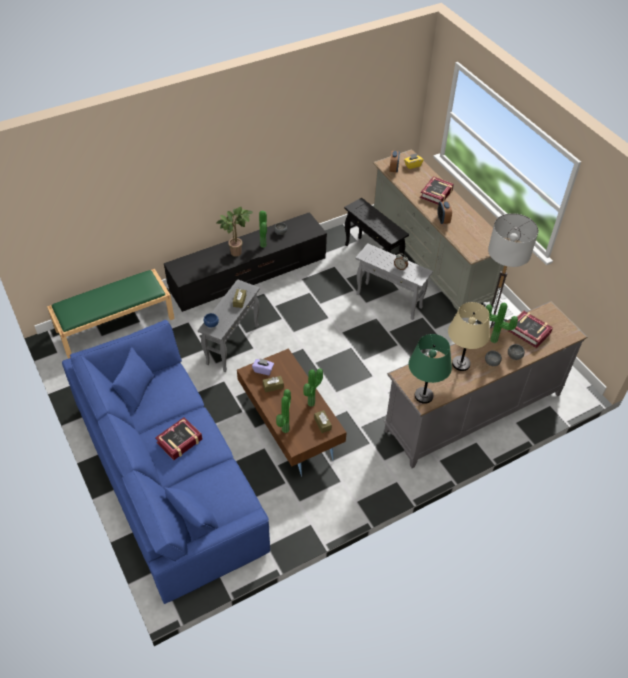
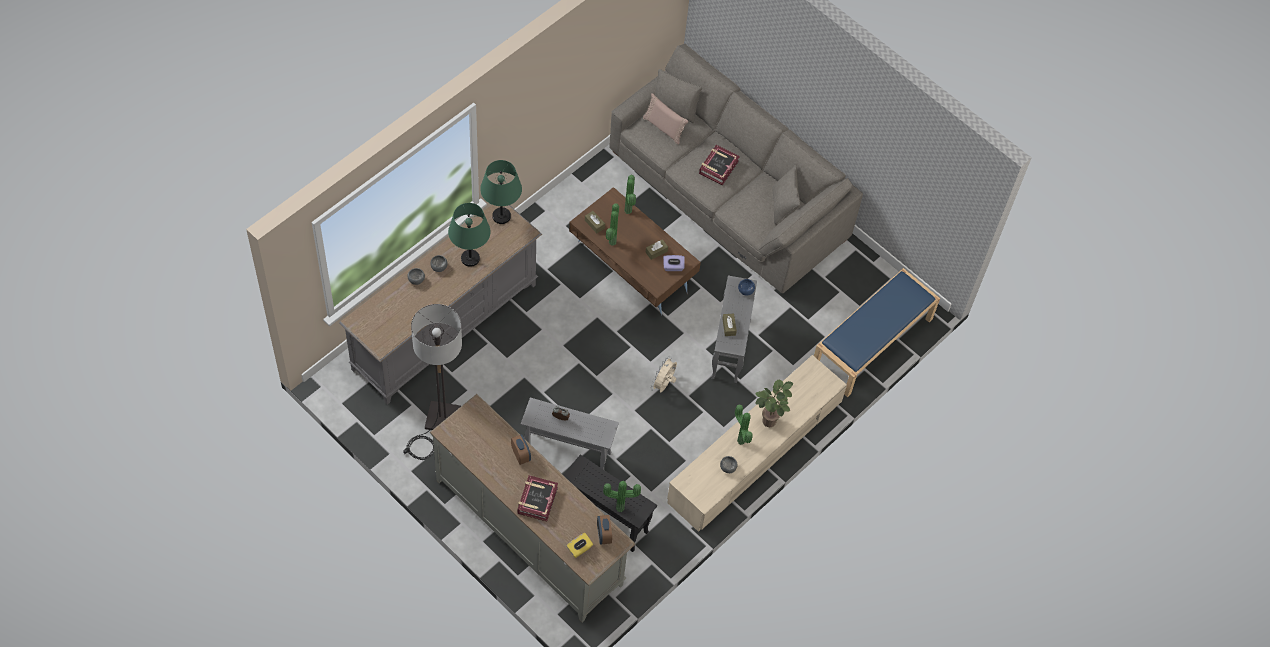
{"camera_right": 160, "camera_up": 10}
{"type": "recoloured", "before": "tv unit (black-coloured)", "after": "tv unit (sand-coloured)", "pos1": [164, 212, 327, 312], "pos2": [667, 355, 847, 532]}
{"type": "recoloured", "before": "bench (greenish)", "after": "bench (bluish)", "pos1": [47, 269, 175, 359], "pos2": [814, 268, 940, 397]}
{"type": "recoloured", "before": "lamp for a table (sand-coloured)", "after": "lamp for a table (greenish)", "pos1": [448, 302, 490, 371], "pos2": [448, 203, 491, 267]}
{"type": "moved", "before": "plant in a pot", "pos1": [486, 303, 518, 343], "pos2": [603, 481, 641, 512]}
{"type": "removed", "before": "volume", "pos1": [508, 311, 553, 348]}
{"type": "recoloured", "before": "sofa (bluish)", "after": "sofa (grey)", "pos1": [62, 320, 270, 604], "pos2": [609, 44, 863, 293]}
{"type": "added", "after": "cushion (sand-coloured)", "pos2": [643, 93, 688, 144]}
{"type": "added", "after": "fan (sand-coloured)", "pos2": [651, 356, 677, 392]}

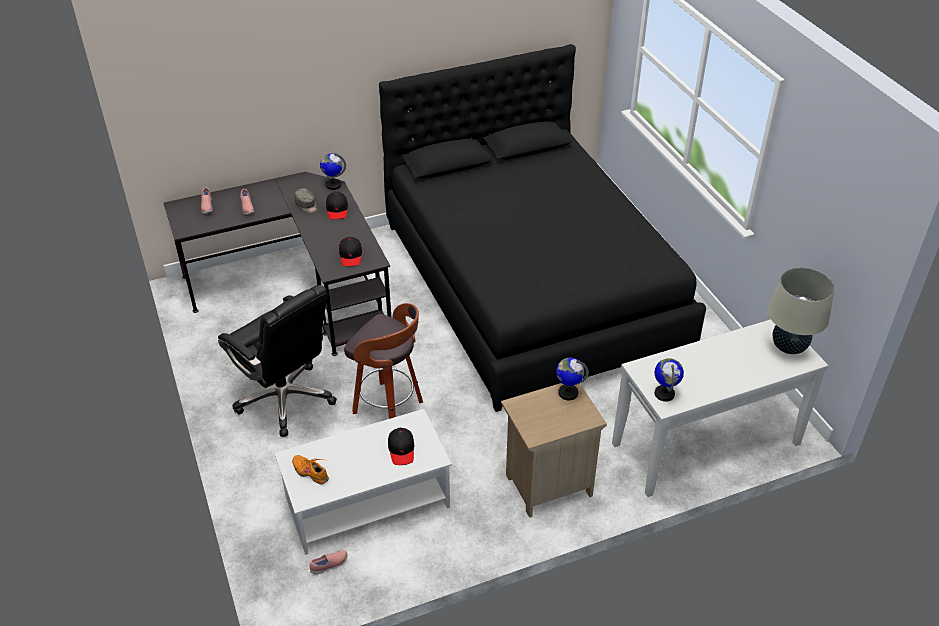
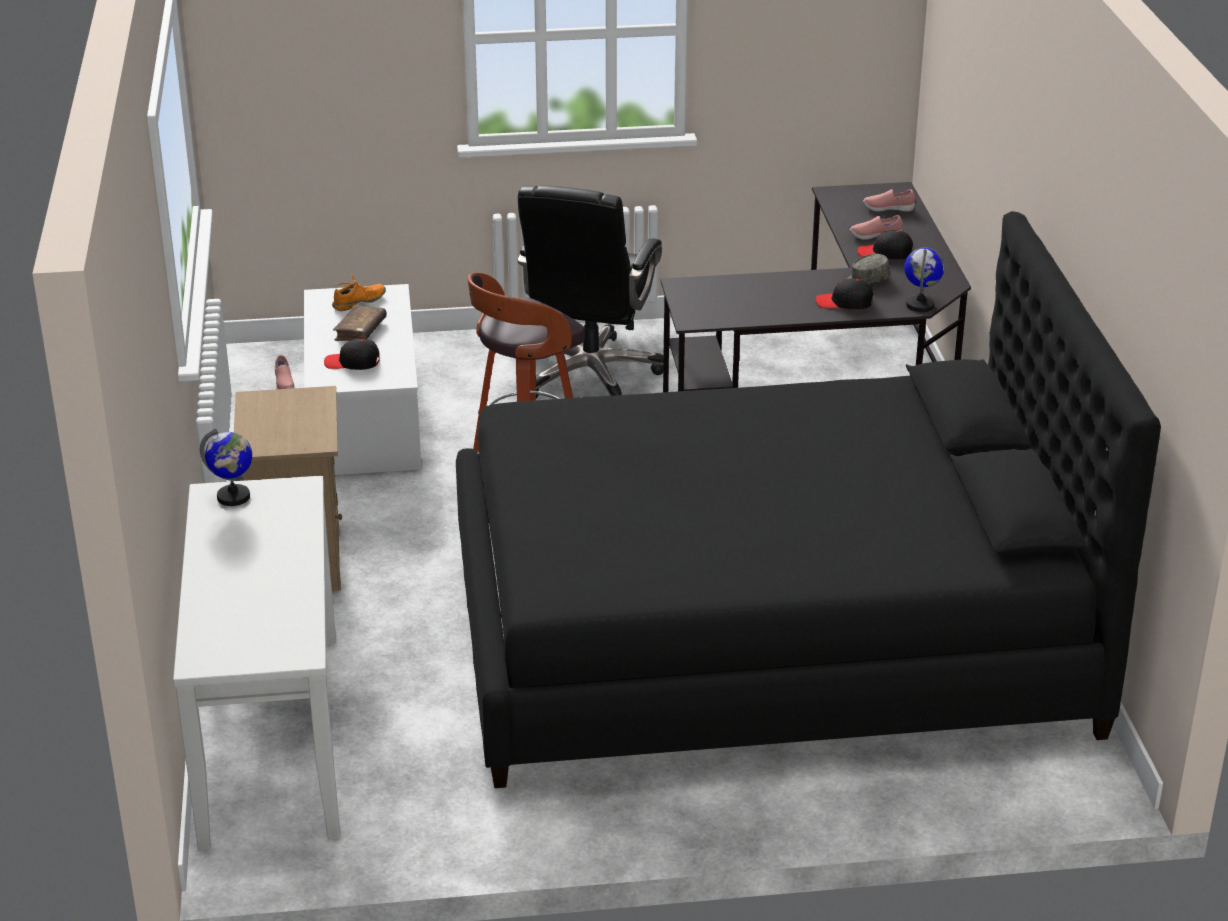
{"camera_right": 105, "camera_up": -10}
{"type": "moved", "before": "peaked cap (black-coloured)", "pos1": [339, 237, 362, 266], "pos2": [858, 230, 913, 260]}
{"type": "removed", "before": "lamp for a table (sand-coloured)", "pos1": [768, 267, 835, 354]}
{"type": "turned", "before": "computer chair (black-coloured)", "pos1": [218, 285, 337, 437], "pos2": [518, 185, 664, 399], "turn": -45}
{"type": "removed", "before": "desk globe", "pos1": [556, 358, 589, 400]}
{"type": "added", "after": "volume (brownish)", "pos2": [333, 305, 387, 341]}

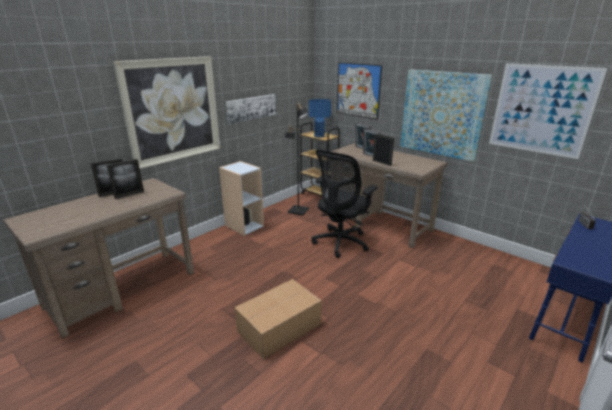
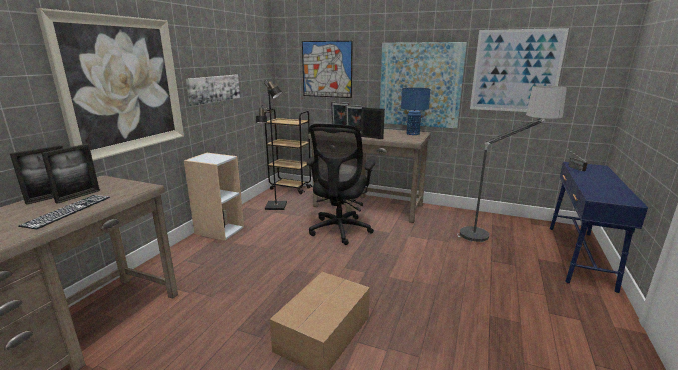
{"camera_right": -20, "camera_up": -5}
{"type": "moved", "before": "lamp for a table (bluish)", "pos1": [309, 98, 331, 137], "pos2": [401, 87, 430, 135]}
{"type": "added", "after": "floor lamp", "pos2": [457, 86, 567, 242]}
{"type": "added", "after": "PC keyboard", "pos2": [18, 195, 110, 229]}

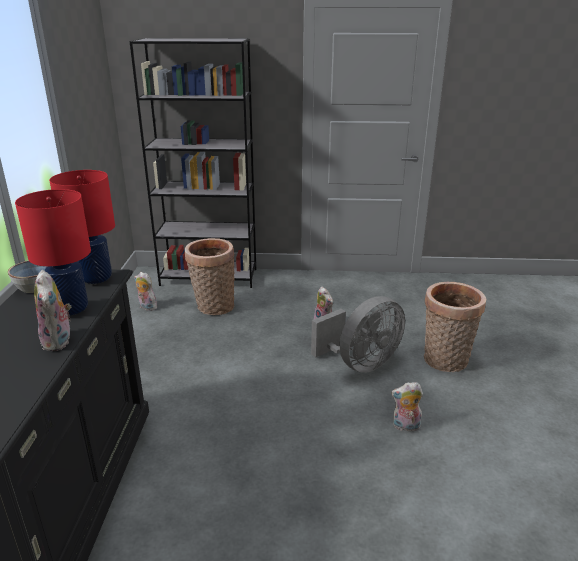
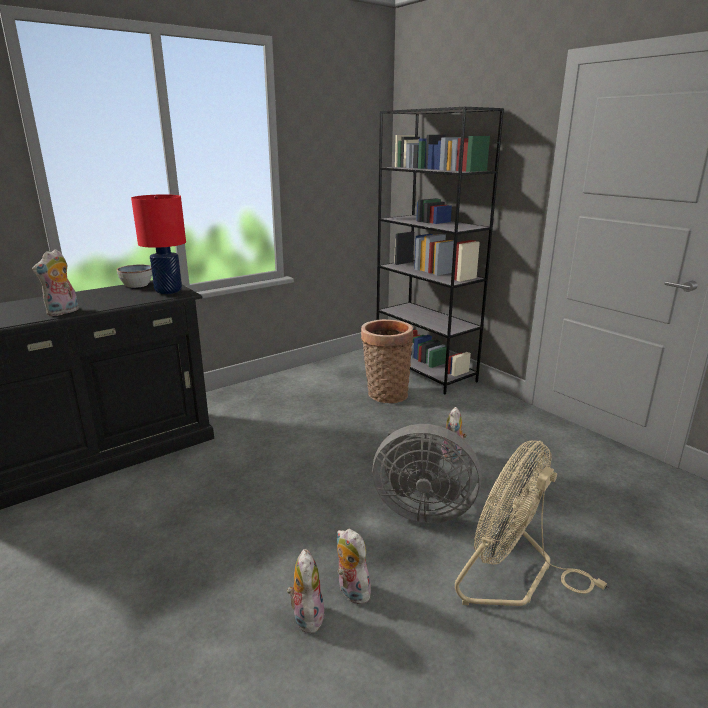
{"camera_right": 50, "camera_up": -5}
{"type": "removed", "before": "lamp for a table (reddish)", "pos1": [15, 189, 91, 316]}
{"type": "moved", "before": "cuddly toy", "pos1": [135, 272, 157, 311], "pos2": [287, 549, 325, 633]}
{"type": "replaced", "before": "household basket", "after": "fan (sand-coloured)", "pos1": [424, 282, 486, 372], "pos2": [455, 441, 609, 606]}

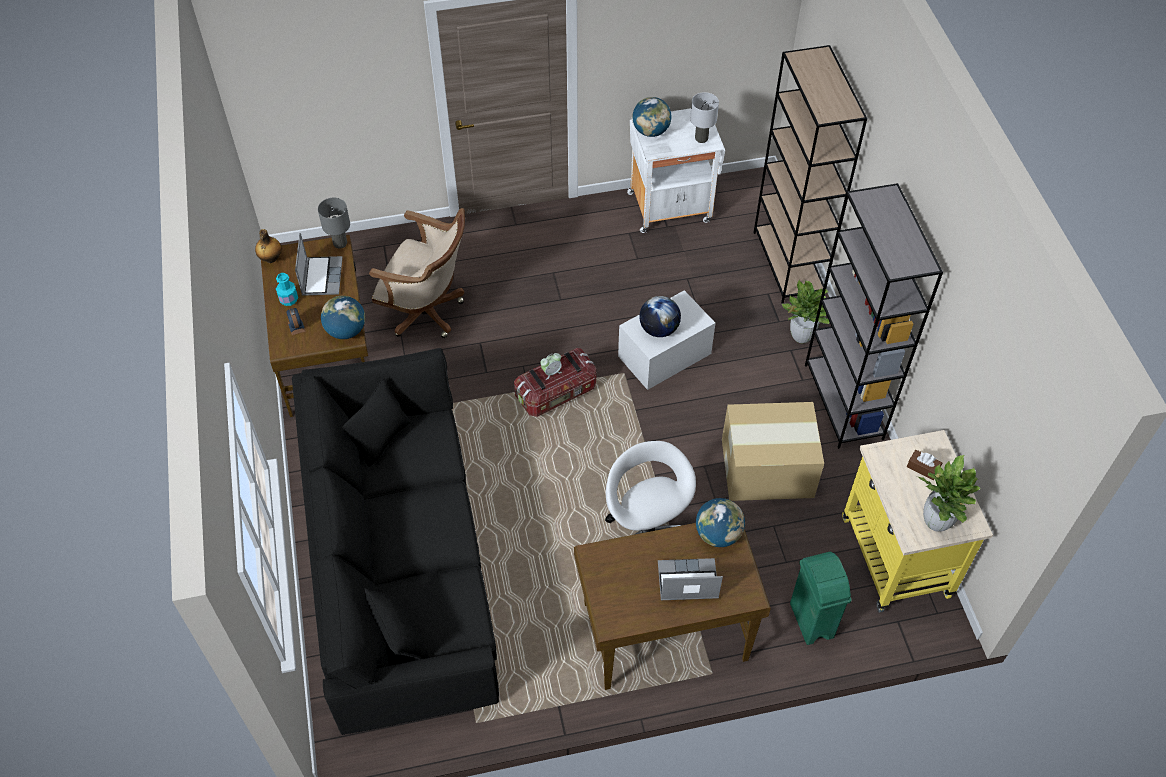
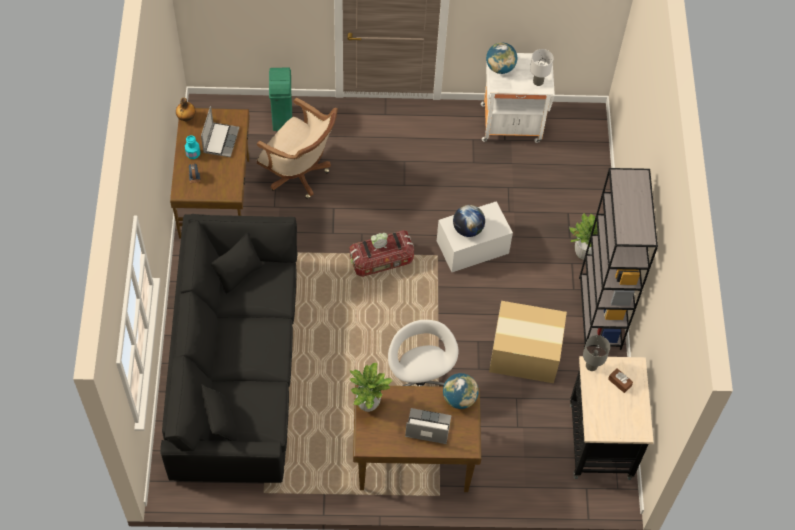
{"camera_right": 10, "camera_up": 5}
{"type": "removed", "before": "bookshelf (sand-coloured)", "pos1": [753, 45, 867, 303]}
{"type": "moved", "before": "lamp for a table (grey)", "pos1": [318, 198, 350, 249], "pos2": [583, 335, 610, 371]}
{"type": "removed", "before": "desk globe", "pos1": [321, 296, 365, 339]}
{"type": "recoloured", "before": "wheeled cart (yellow)", "after": "wheeled cart (black-coloured)", "pos1": [842, 430, 993, 613], "pos2": [570, 356, 653, 480]}
{"type": "moved", "before": "plant in a pot", "pos1": [918, 455, 981, 532], "pos2": [350, 363, 393, 412]}
{"type": "moved", "before": "waste bin (greenish)", "pos1": [790, 552, 852, 645], "pos2": [269, 67, 292, 131]}

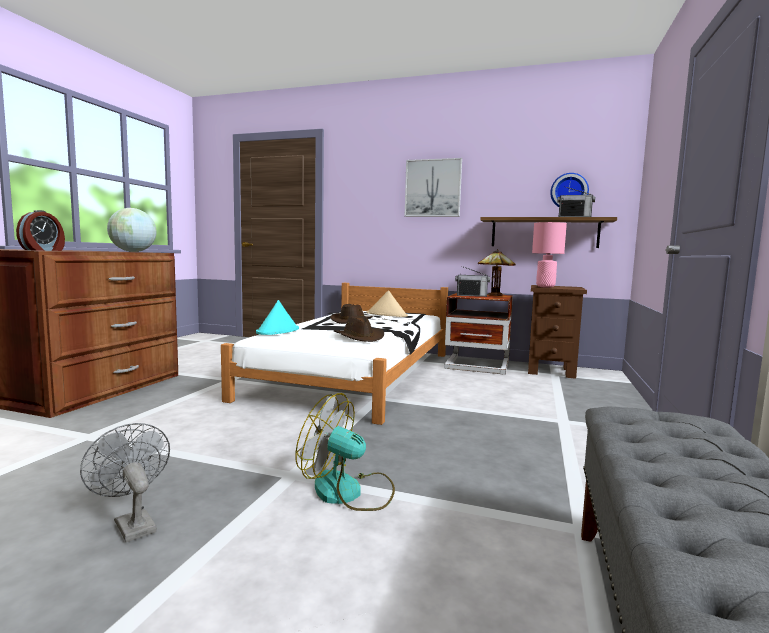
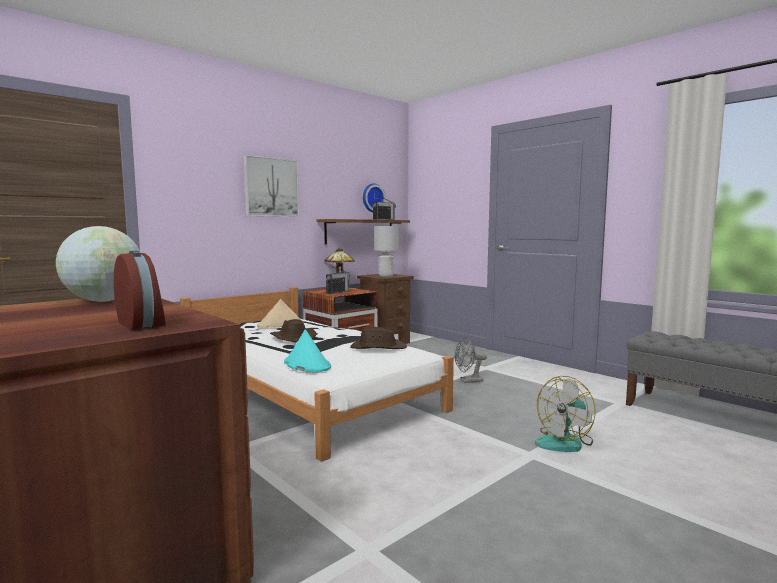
{"camera_right": -60, "camera_up": 0}
{"type": "recoloured", "before": "lamp for a table (pinkish)", "after": "lamp for a table (grey)", "pos1": [532, 222, 567, 288], "pos2": [374, 225, 399, 277]}
{"type": "moved", "before": "fan (grey)", "pos1": [80, 423, 170, 542], "pos2": [455, 337, 487, 383]}

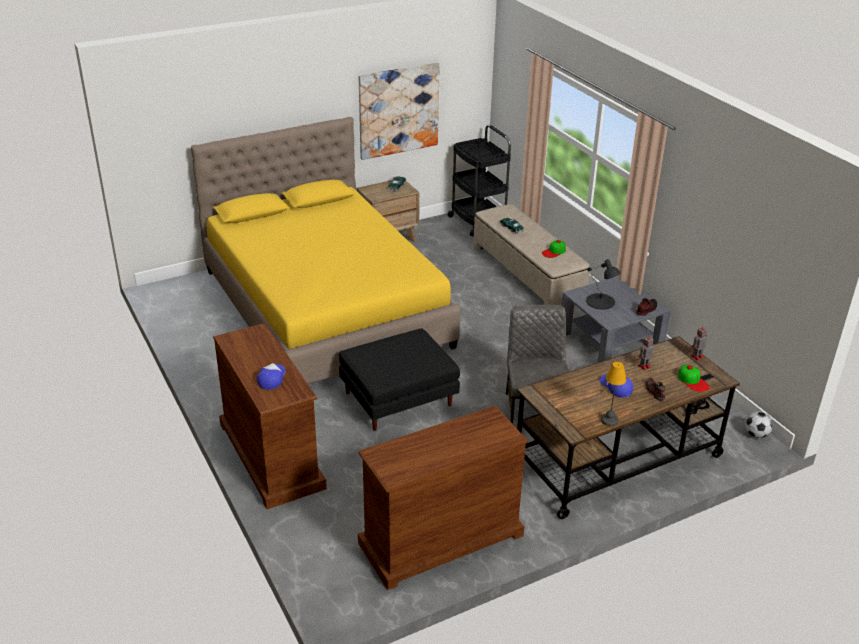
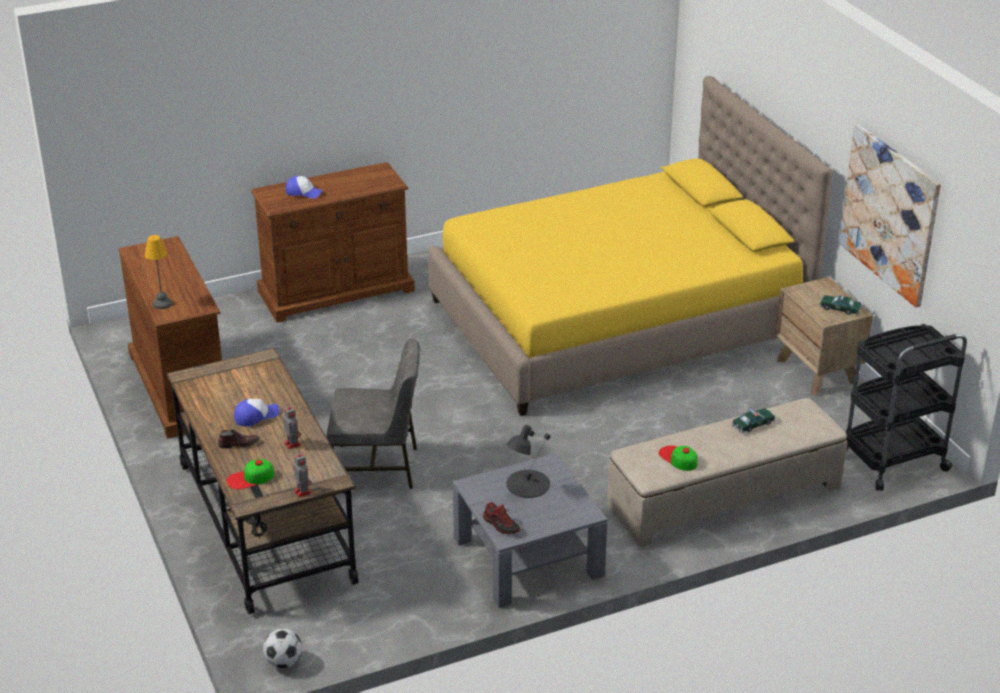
{"camera_right": 95, "camera_up": 0}
{"type": "removed", "before": "footrest (black-coloured)", "pos1": [339, 329, 460, 431]}
{"type": "moved", "before": "lamp for a table", "pos1": [601, 362, 627, 426], "pos2": [145, 235, 172, 309]}

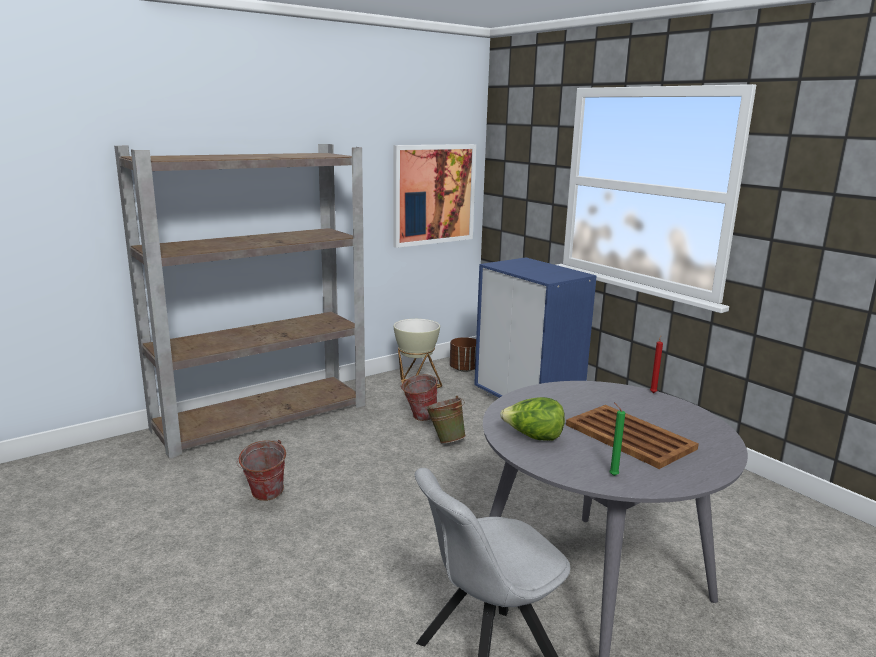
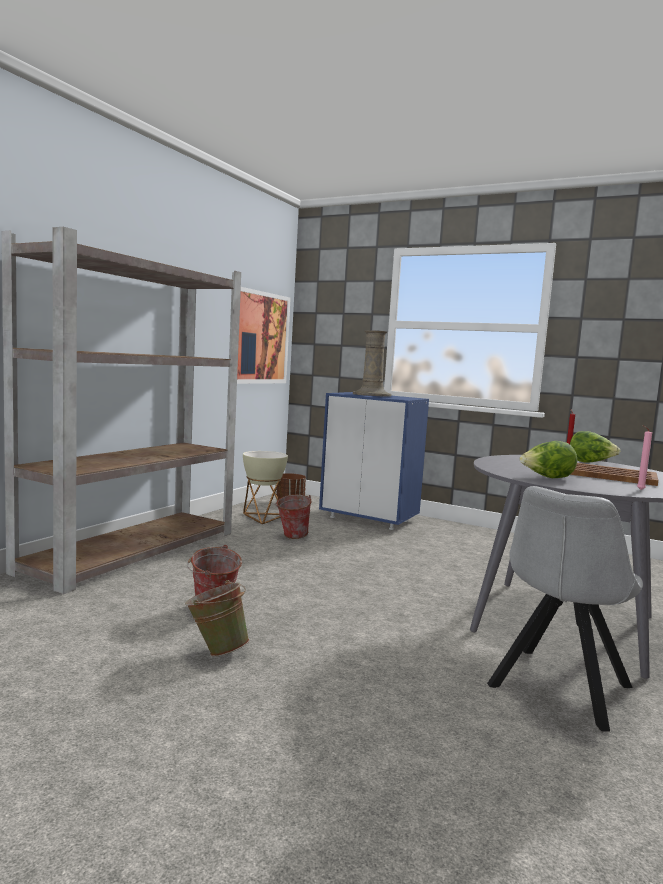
{"camera_right": -25, "camera_up": -10}
{"type": "moved", "before": "bucket (greenish)", "pos1": [426, 396, 466, 443], "pos2": [185, 580, 249, 657]}
{"type": "recoloured", "before": "wax candle (greenish)", "after": "wax candle (pinkish)", "pos1": [609, 402, 625, 476], "pos2": [637, 425, 652, 490]}
{"type": "added", "after": "flower vase (sand-coloured)", "pos2": [353, 330, 391, 397]}
{"type": "added", "after": "head of lettuce", "pos2": [570, 431, 621, 463]}

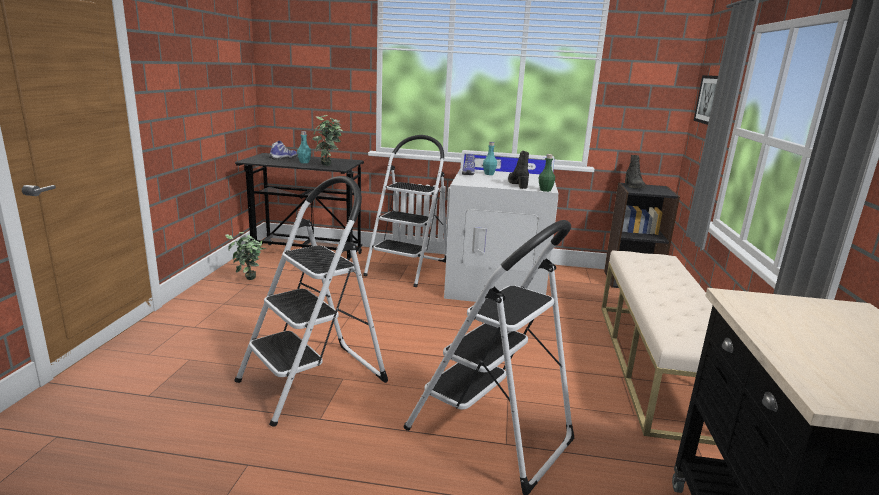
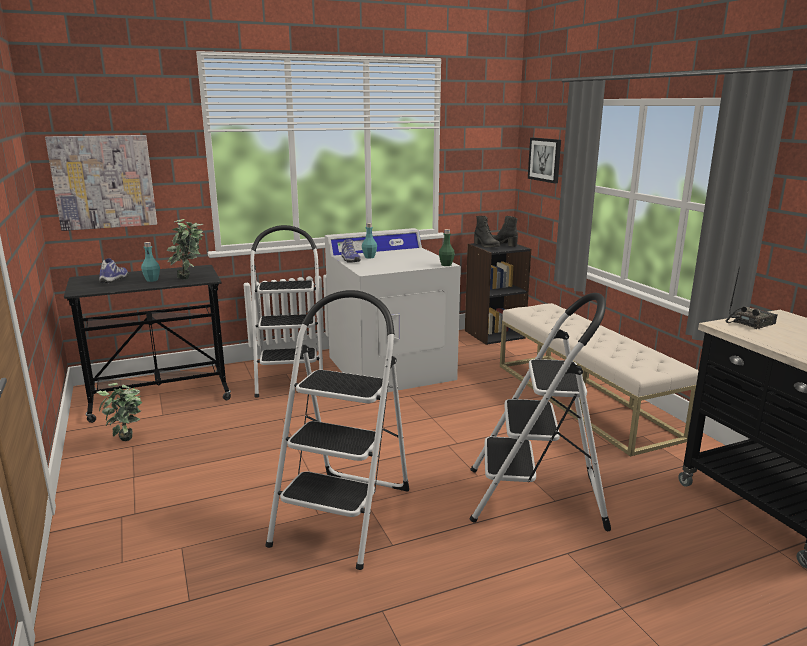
{"camera_right": -30, "camera_up": 0}
{"type": "moved", "before": "boot (black-coloured)", "pos1": [508, 151, 529, 189], "pos2": [492, 216, 518, 247]}
{"type": "added", "after": "wall art", "pos2": [45, 135, 157, 231]}
{"type": "added", "after": "radio set", "pos2": [726, 266, 777, 329]}

